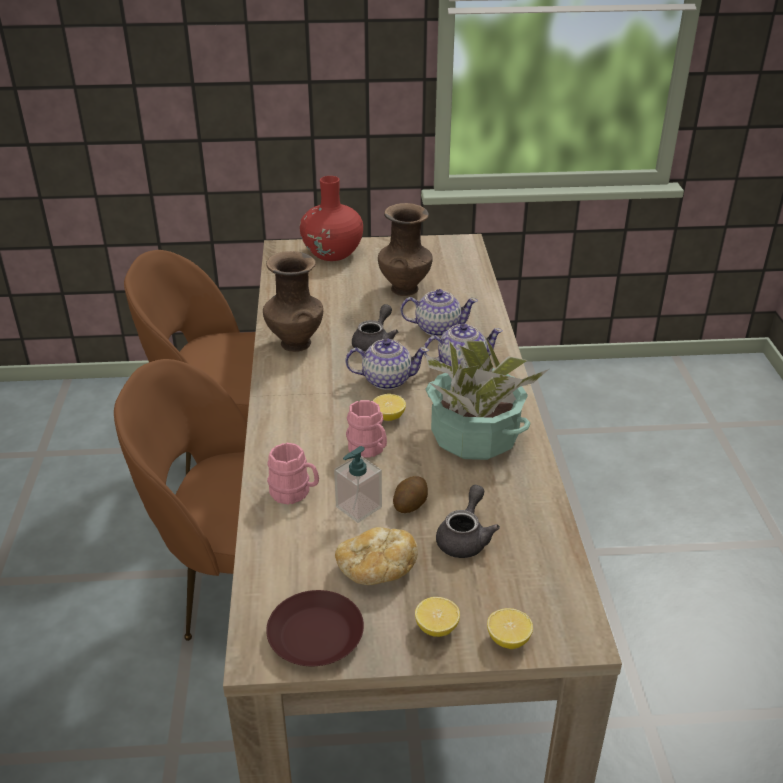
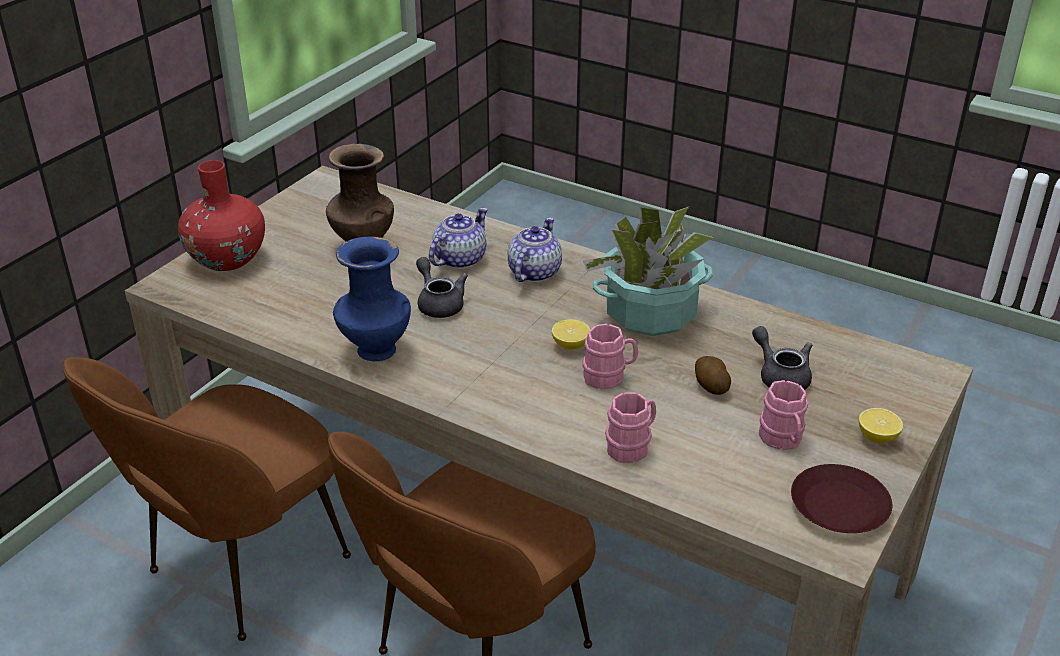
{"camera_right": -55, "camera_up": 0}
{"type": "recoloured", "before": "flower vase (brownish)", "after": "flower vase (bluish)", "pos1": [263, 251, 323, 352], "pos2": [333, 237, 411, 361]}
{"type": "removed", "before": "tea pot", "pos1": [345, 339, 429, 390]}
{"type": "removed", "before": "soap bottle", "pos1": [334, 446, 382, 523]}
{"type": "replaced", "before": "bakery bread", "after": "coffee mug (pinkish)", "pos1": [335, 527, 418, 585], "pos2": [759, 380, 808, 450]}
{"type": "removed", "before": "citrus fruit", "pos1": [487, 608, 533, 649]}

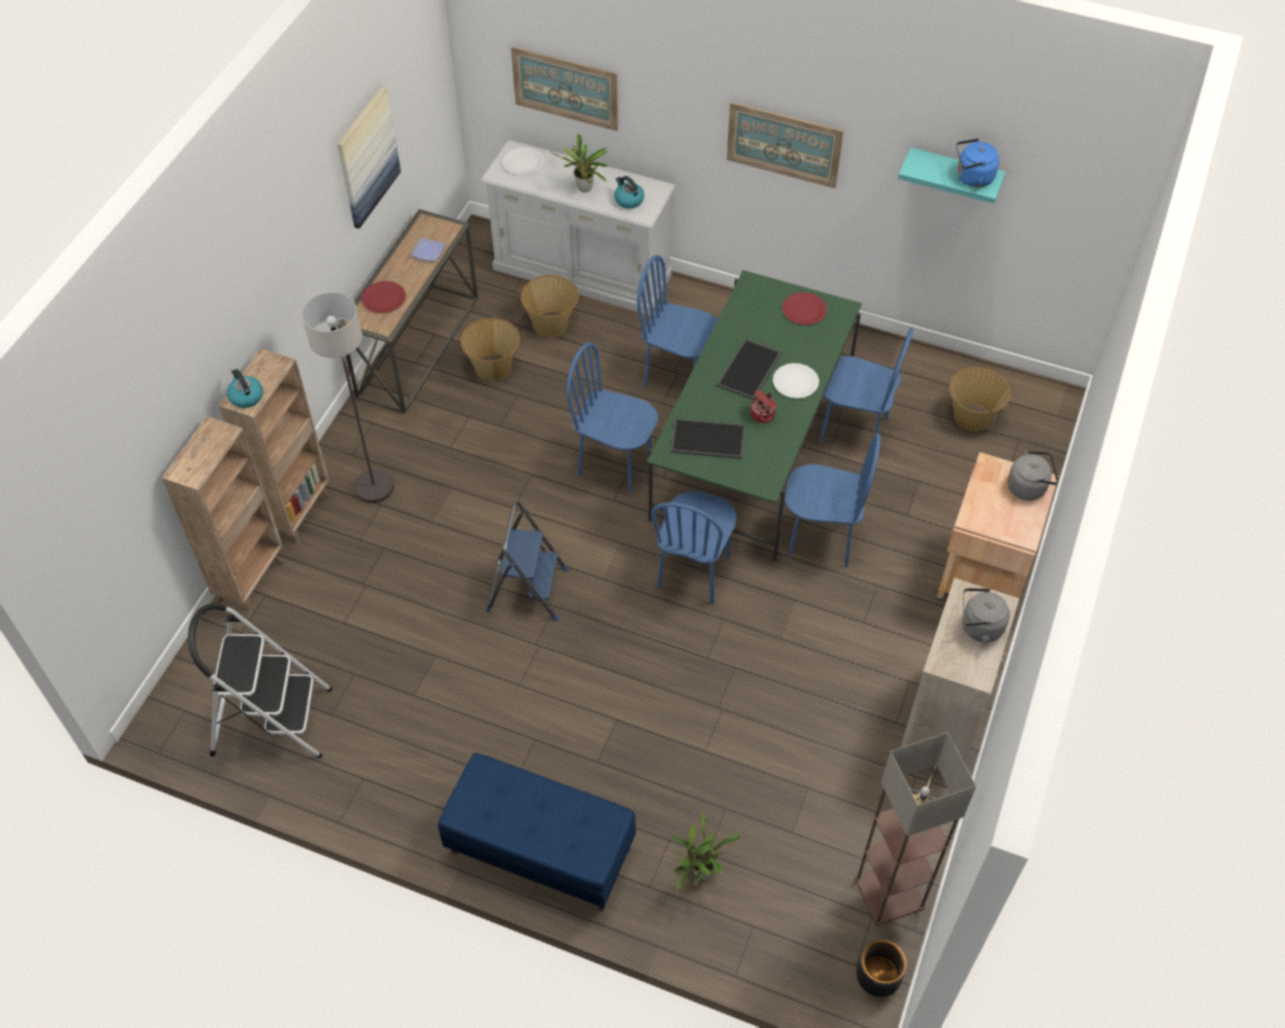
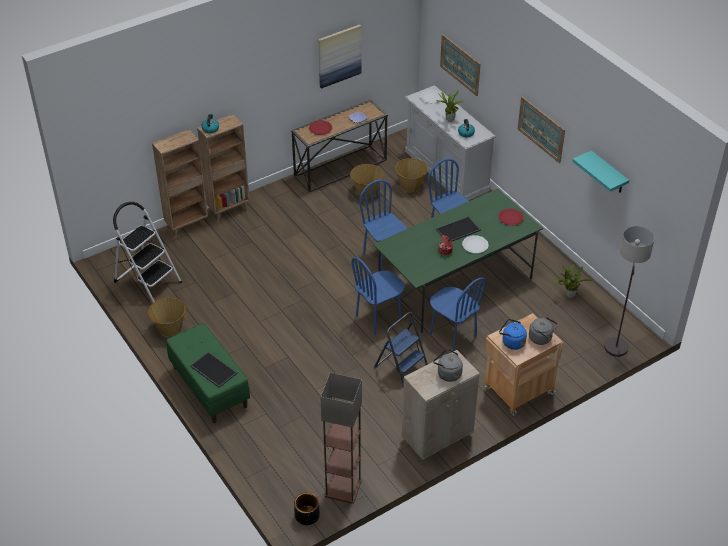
{"camera_right": 35, "camera_up": -10}
{"type": "moved", "before": "tea kettle (bluish)", "pos1": [956, 138, 999, 187], "pos2": [499, 319, 527, 350]}
{"type": "moved", "before": "floor lamp (grey)", "pos1": [302, 292, 394, 503], "pos2": [604, 226, 654, 357]}
{"type": "removed", "before": "upright chair (bluish)", "pos1": [820, 328, 914, 443]}
{"type": "moved", "before": "household basket", "pos1": [949, 367, 1011, 431], "pos2": [148, 298, 186, 337]}
{"type": "moved", "before": "carrying tray", "pos1": [671, 418, 745, 459], "pos2": [190, 352, 237, 388]}
{"type": "moved", "before": "step stool (bluish)", "pos1": [486, 501, 569, 622], "pos2": [374, 312, 428, 386]}
{"type": "recoloured", "before": "bench (bluish)", "after": "bench (greenish)", "pos1": [438, 753, 636, 911], "pos2": [166, 323, 250, 423]}
{"type": "moved", "before": "plant in a pot", "pos1": [671, 812, 742, 891], "pos2": [552, 264, 593, 298]}

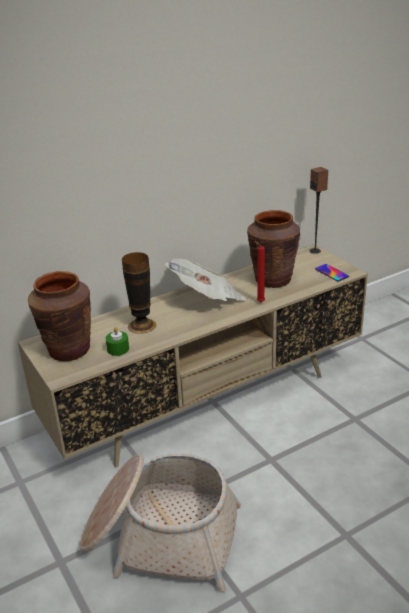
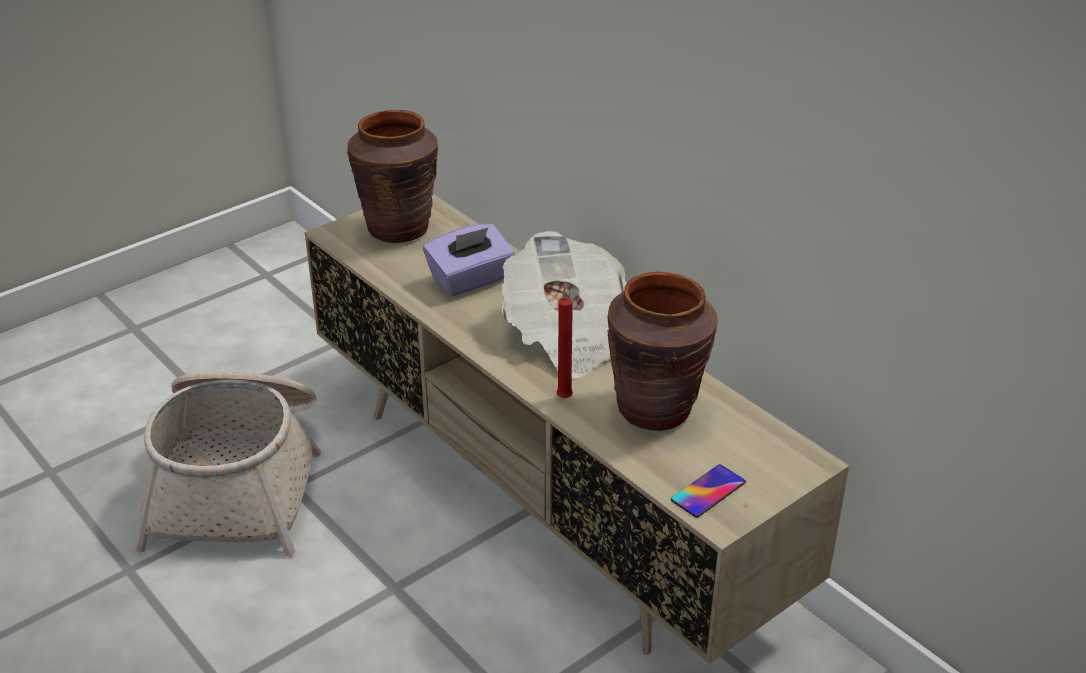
{"camera_right": 80, "camera_up": 5}
{"type": "removed", "before": "audio speaker", "pos1": [310, 167, 328, 254]}
{"type": "replaced", "before": "flower vase", "after": "tissue box (purple-coloured)", "pos1": [122, 252, 156, 334], "pos2": [423, 224, 515, 296]}
{"type": "removed", "before": "wax candle (greenish)", "pos1": [106, 327, 129, 356]}

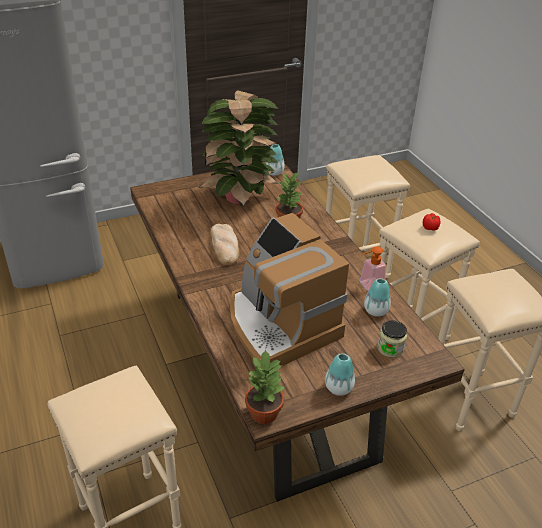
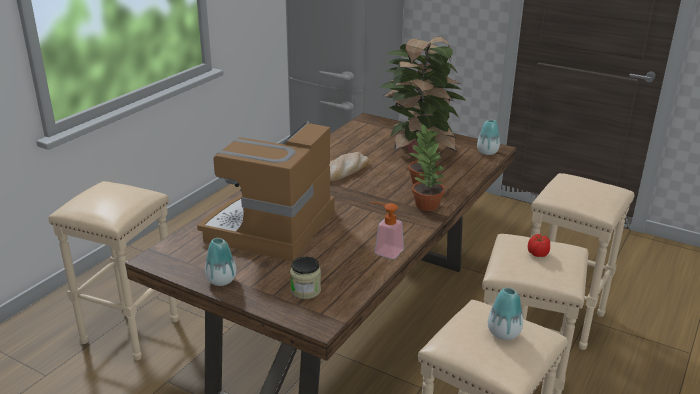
{"camera_right": 55, "camera_up": -10}
{"type": "moved", "before": "flower vase", "pos1": [364, 278, 391, 317], "pos2": [488, 287, 523, 340]}
{"type": "moved", "before": "plant in a pot", "pos1": [245, 349, 285, 424], "pos2": [412, 143, 445, 211]}

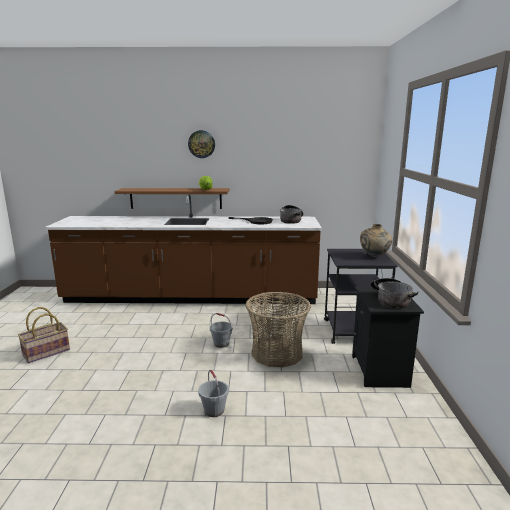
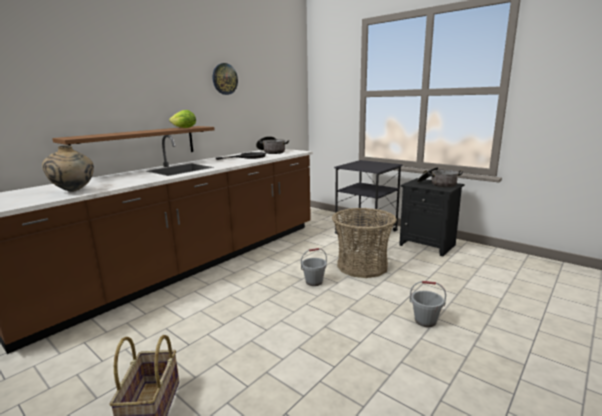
{"camera_right": -50, "camera_up": 0}
{"type": "moved", "before": "clock on the wall", "pos1": [188, 130, 215, 158], "pos2": [213, 63, 238, 95]}
{"type": "moved", "before": "flower vase (sand-coloured)", "pos1": [360, 224, 392, 257], "pos2": [42, 145, 94, 192]}

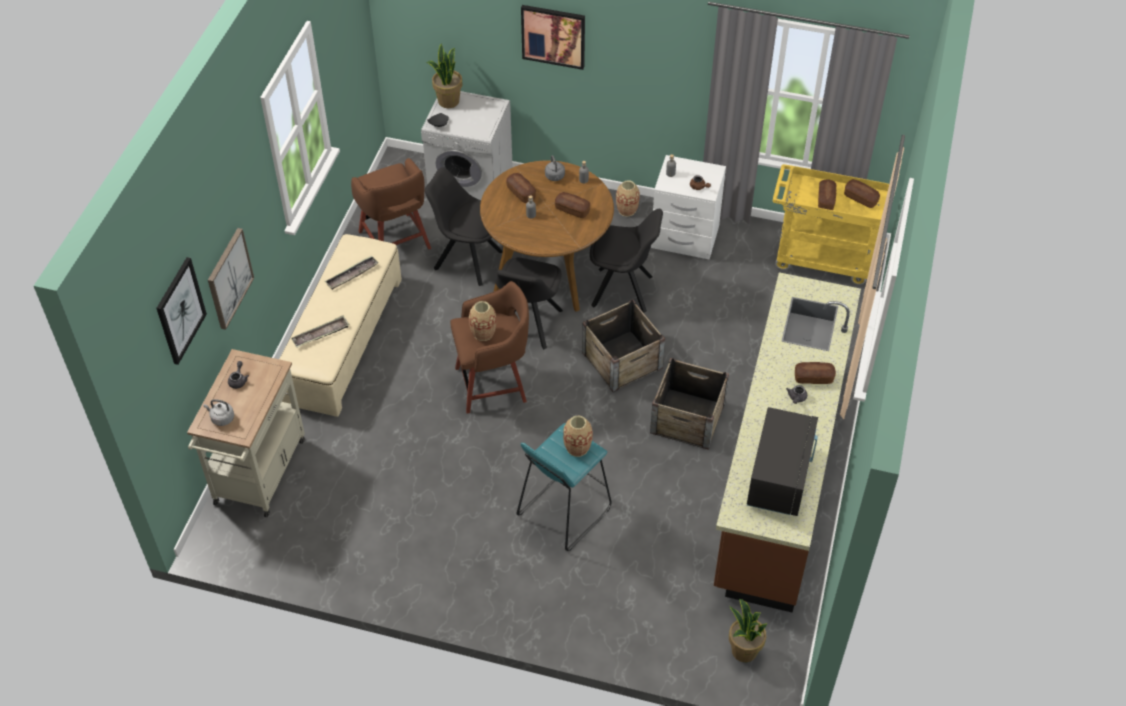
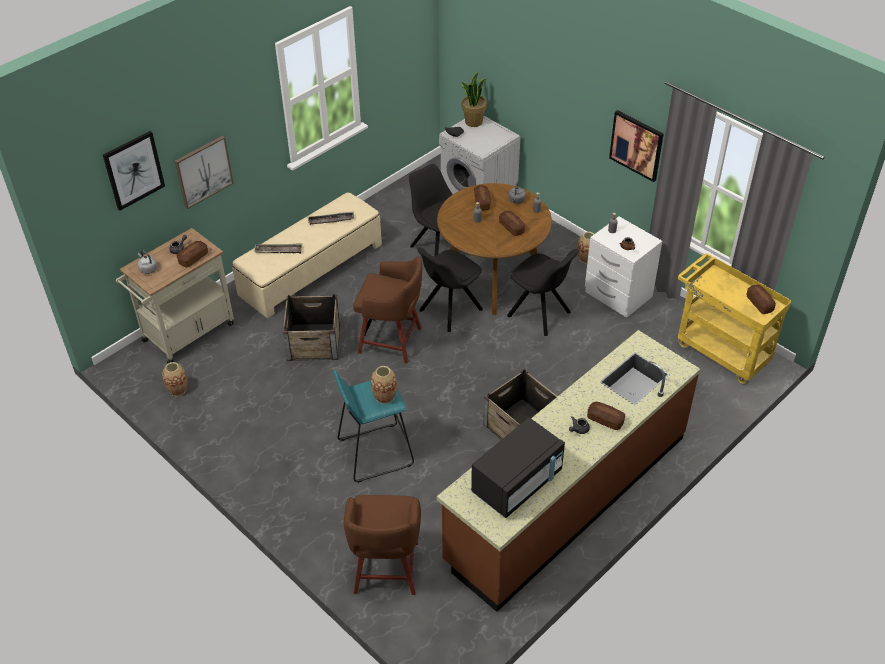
{"camera_right": 30, "camera_up": -5}
{"type": "moved", "before": "wall art", "pos1": [521, 5, 585, 70], "pos2": [609, 110, 664, 182]}
{"type": "moved", "before": "stool seat (brownish)", "pos1": [351, 158, 431, 250], "pos2": [344, 495, 421, 595]}
{"type": "moved", "before": "bakery bread", "pos1": [818, 179, 836, 210], "pos2": [177, 241, 208, 268]}
{"type": "moved", "before": "packing crate", "pos1": [582, 299, 665, 392], "pos2": [282, 294, 340, 361]}
{"type": "moved", "before": "flower vase", "pos1": [469, 301, 496, 341], "pos2": [162, 362, 188, 396]}
{"type": "removed", "before": "plant in a pot", "pos1": [729, 599, 768, 662]}

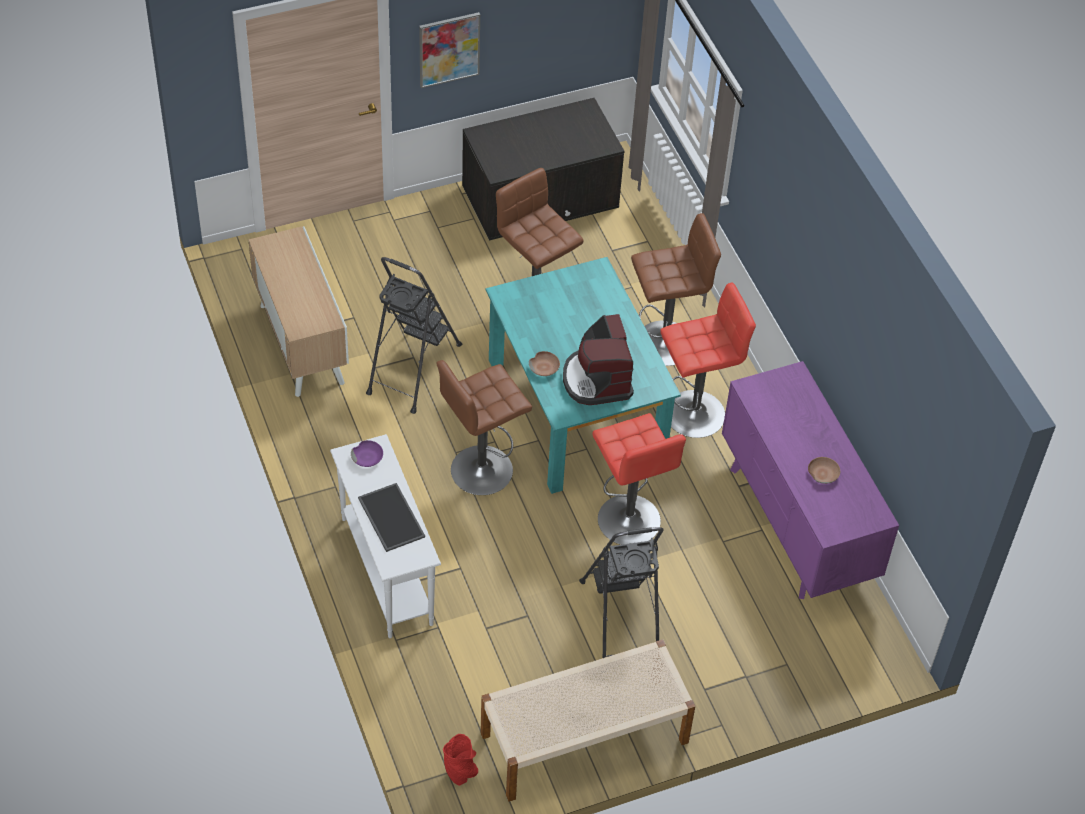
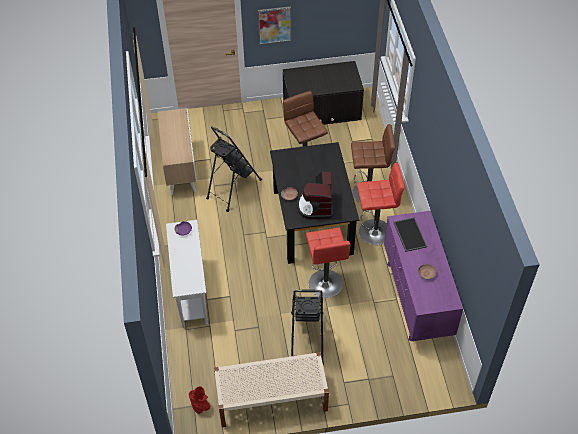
{"camera_right": 15, "camera_up": 0}
{"type": "recoloured", "before": "dining table (turquoise-coloured)", "after": "dining table (black-coloured)", "pos1": [486, 257, 681, 494], "pos2": [270, 142, 359, 264]}
{"type": "removed", "before": "stool seat (brownish)", "pos1": [436, 360, 532, 495]}
{"type": "moved", "before": "carrying tray", "pos1": [358, 483, 425, 552], "pos2": [393, 217, 427, 252]}

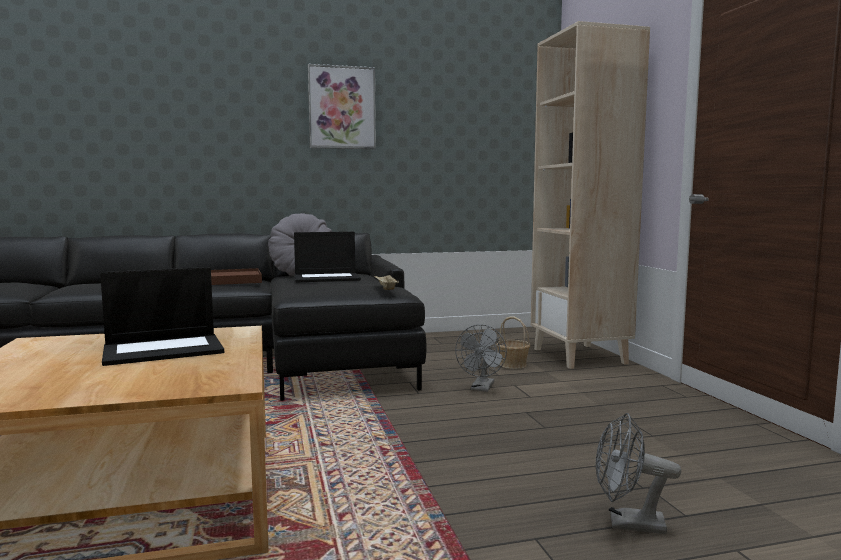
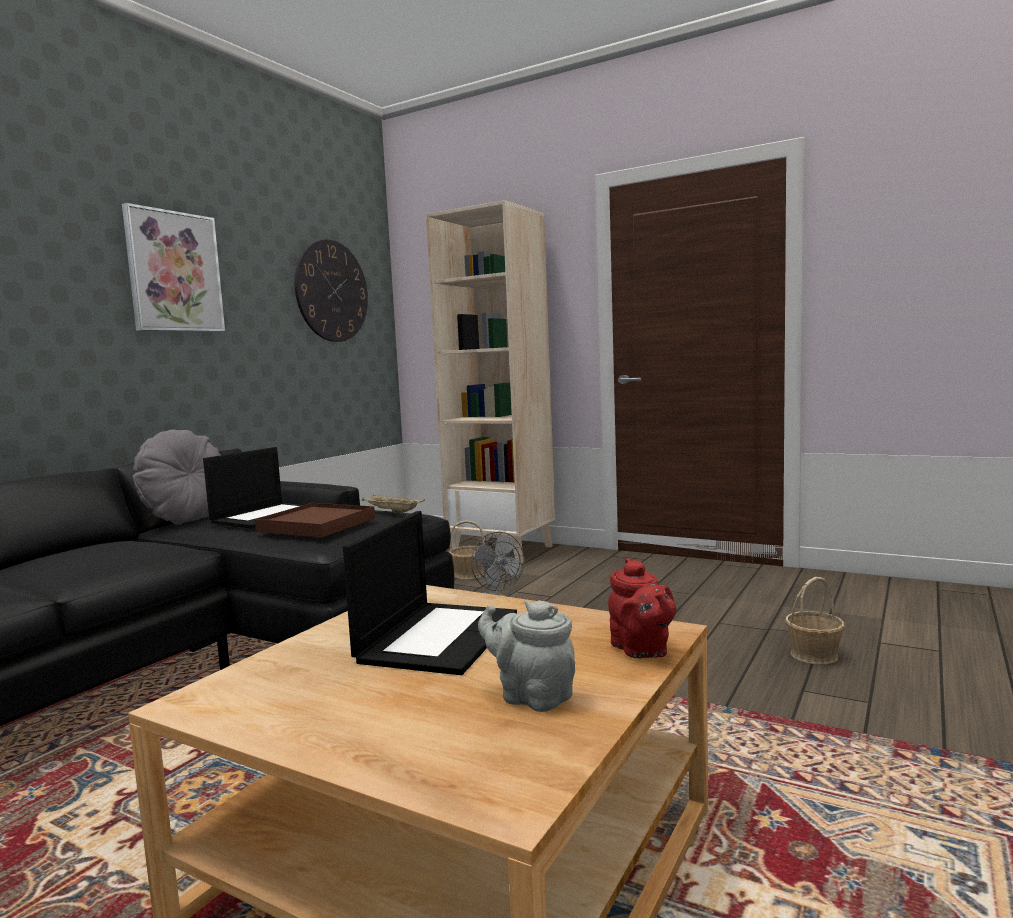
{"camera_right": -45, "camera_up": 0}
{"type": "moved", "before": "carrying tray (brownish)", "pos1": [211, 268, 262, 285], "pos2": [255, 503, 375, 538]}
{"type": "replaced", "before": "fan (grey)", "after": "household basket", "pos1": [596, 413, 681, 534], "pos2": [785, 577, 845, 665]}
{"type": "added", "after": "clock on the wall", "pos2": [294, 239, 368, 342]}
{"type": "added", "after": "tea pot (reddish)", "pos2": [608, 558, 677, 658]}
{"type": "added", "after": "tea pot (grey)", "pos2": [478, 600, 575, 712]}

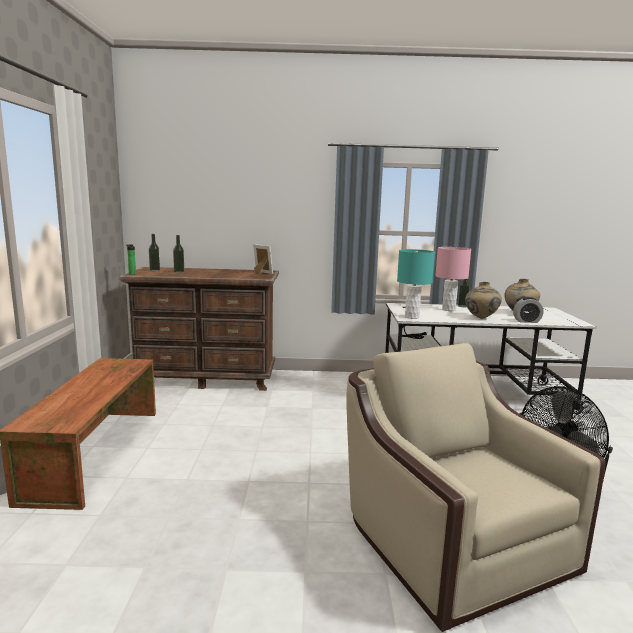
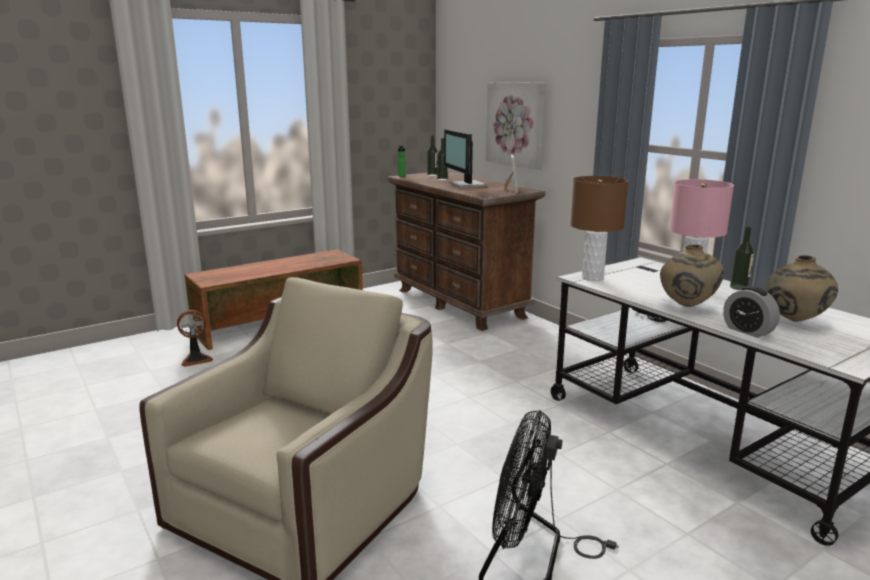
{"camera_right": 55, "camera_up": 5}
{"type": "recoloured", "before": "lamp for a table (turquoise-coloured)", "after": "lamp for a table (brownish)", "pos1": [397, 249, 435, 319], "pos2": [571, 176, 628, 281]}
{"type": "added", "after": "wall art", "pos2": [486, 82, 546, 170]}
{"type": "added", "after": "monitor", "pos2": [444, 129, 487, 188]}
{"type": "added", "after": "fan", "pos2": [177, 310, 213, 367]}

